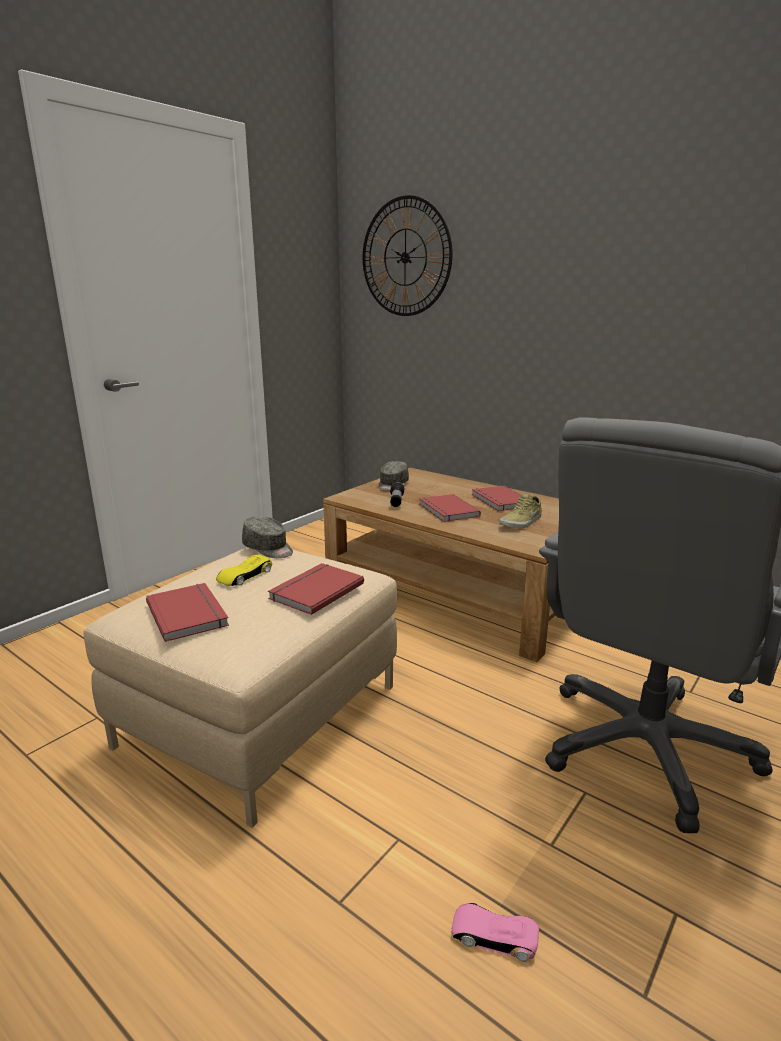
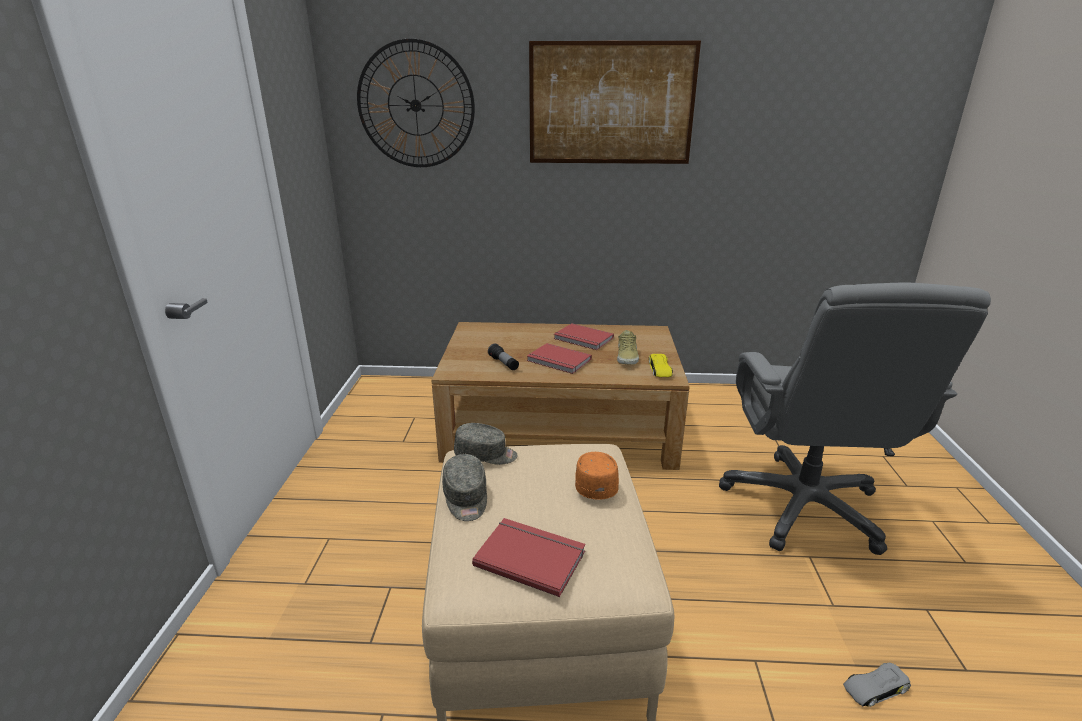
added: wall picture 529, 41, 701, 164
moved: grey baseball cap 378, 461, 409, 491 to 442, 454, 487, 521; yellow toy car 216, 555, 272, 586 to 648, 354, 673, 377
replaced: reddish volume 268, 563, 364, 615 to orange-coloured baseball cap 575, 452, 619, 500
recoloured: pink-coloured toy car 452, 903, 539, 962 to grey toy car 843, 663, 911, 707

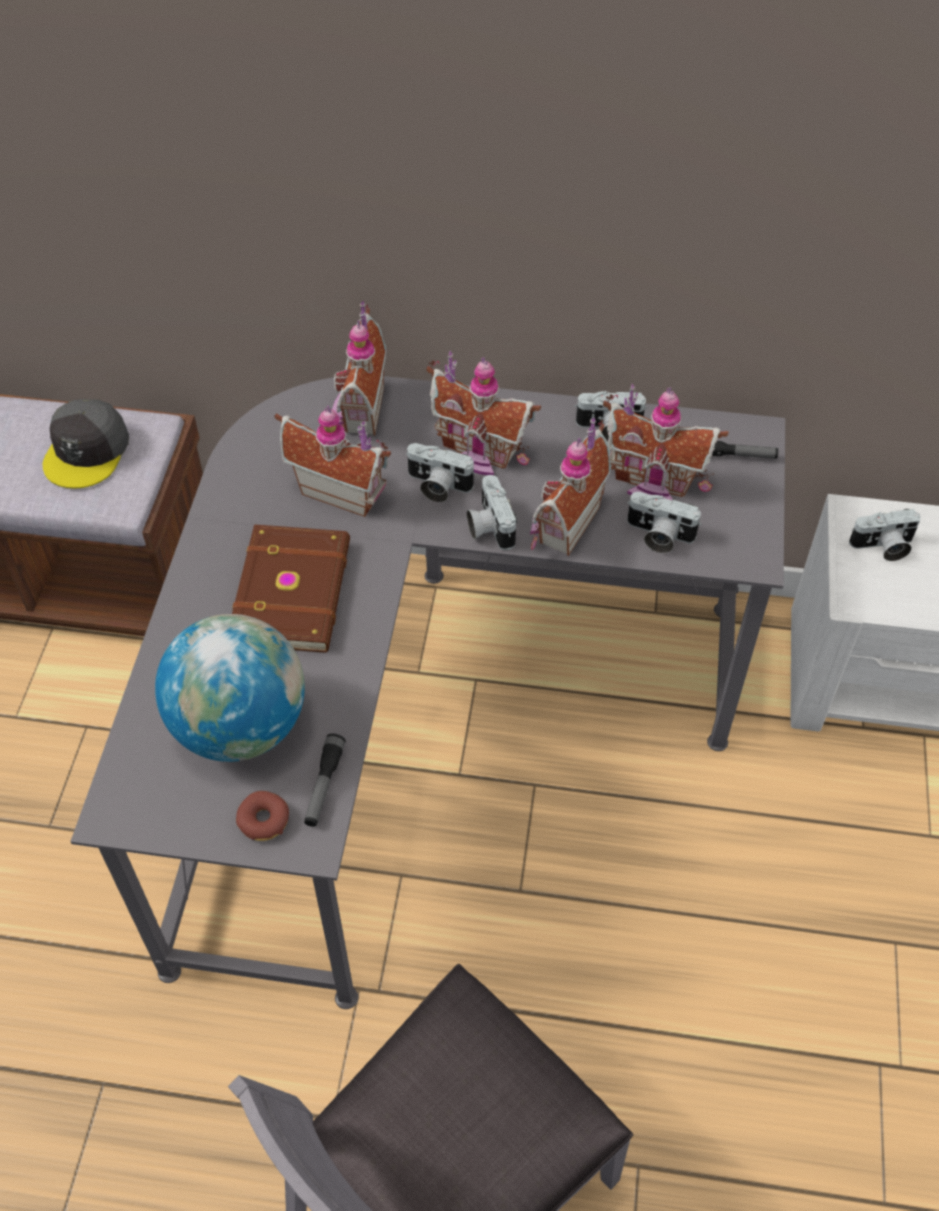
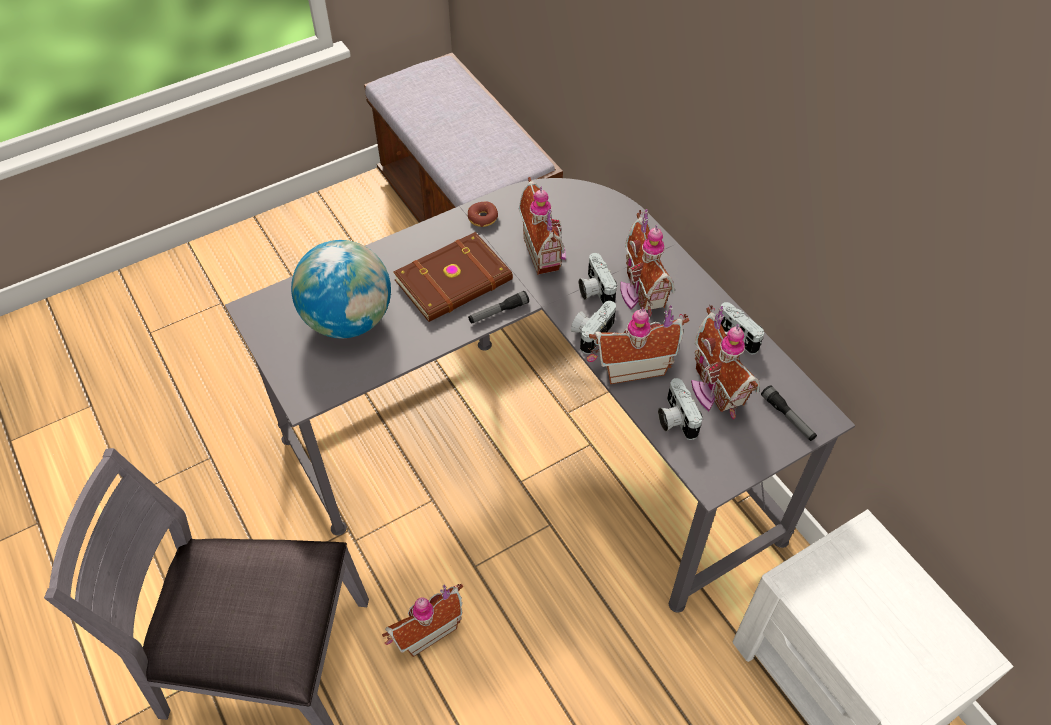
removed: grey baseball cap 43, 399, 129, 489; still camera 849, 509, 921, 561
moved: toy house 332, 301, 386, 436 to 382, 583, 463, 657; donut 236, 791, 289, 841 to 468, 201, 498, 227; flashlight 304, 733, 346, 827 to 468, 291, 529, 324

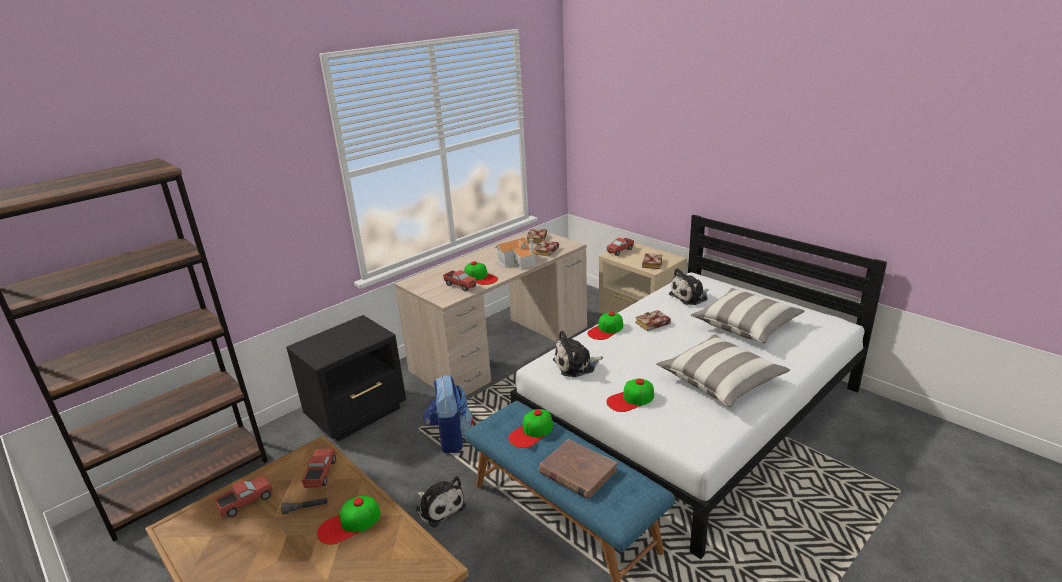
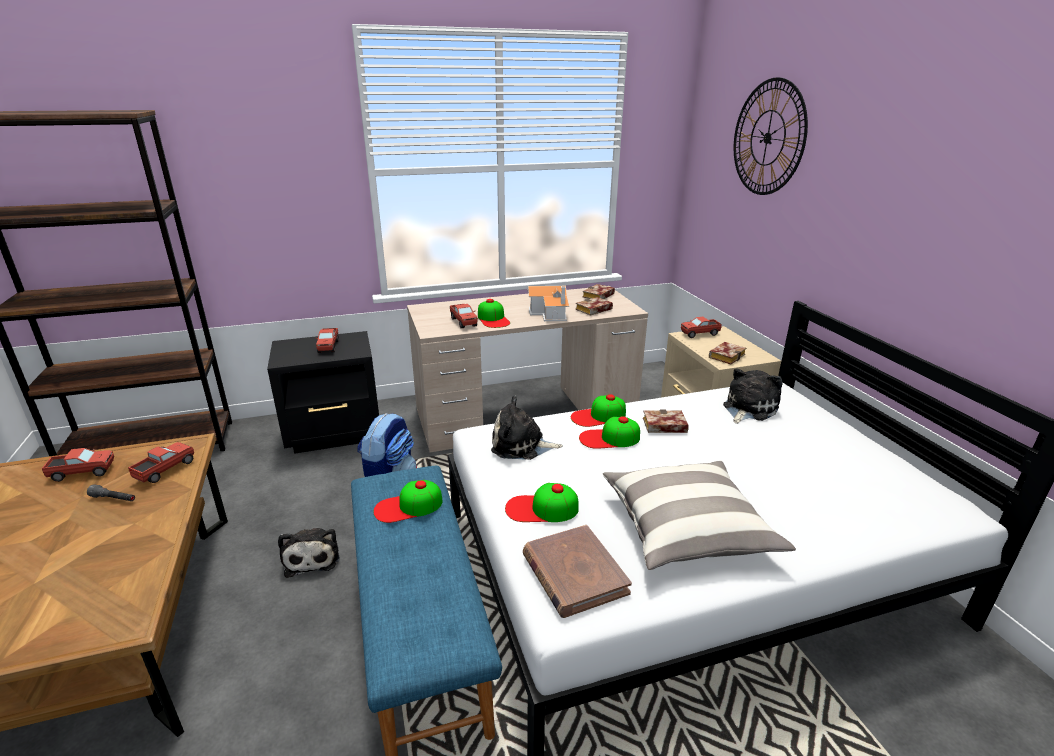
removed: pillow 690, 288, 805, 343
added: toy truck 316, 328, 339, 353; wall clock 734, 77, 808, 195
moved: brown-coloured volume 539, 439, 617, 499 to 523, 525, 632, 618; baseball cap 317, 496, 380, 545 to 579, 416, 640, 449
turned: plush toy 669, 268, 709, 305 = 723, 369, 782, 424 135 degrees clockwise

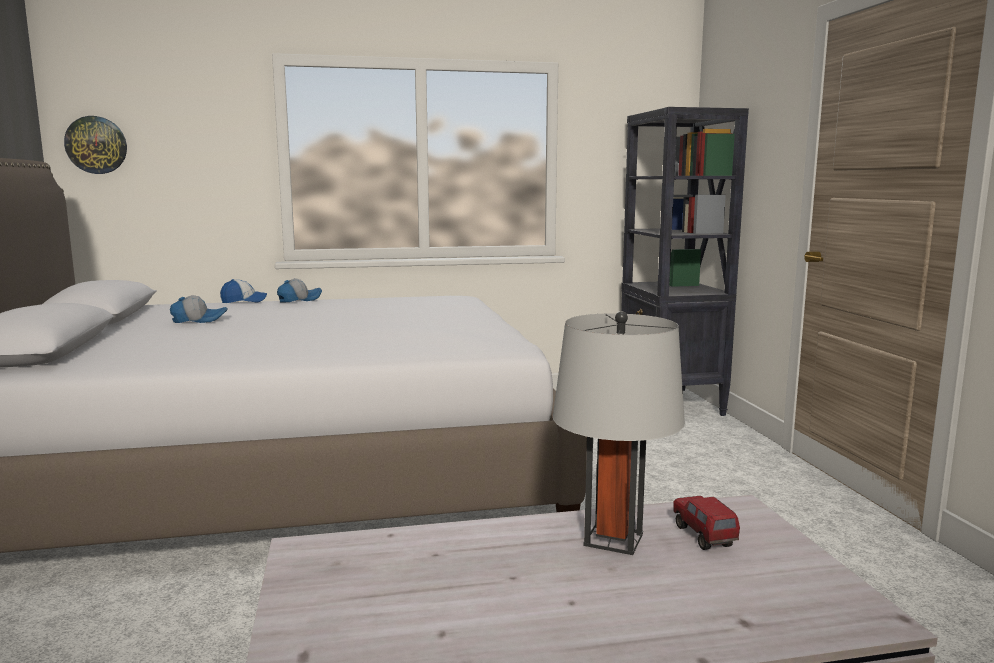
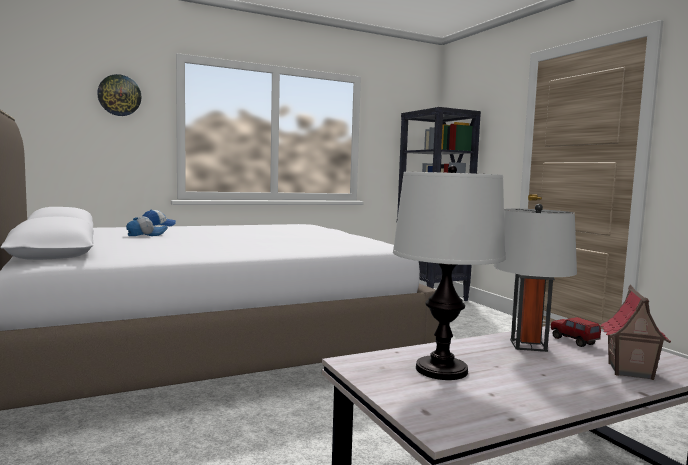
removed: baseball cap 277, 278, 322, 302
added: table lamp 393, 165, 505, 380; toy house 600, 285, 671, 380
moved: wall clock 64, 116, 127, 174 to 97, 74, 142, 116

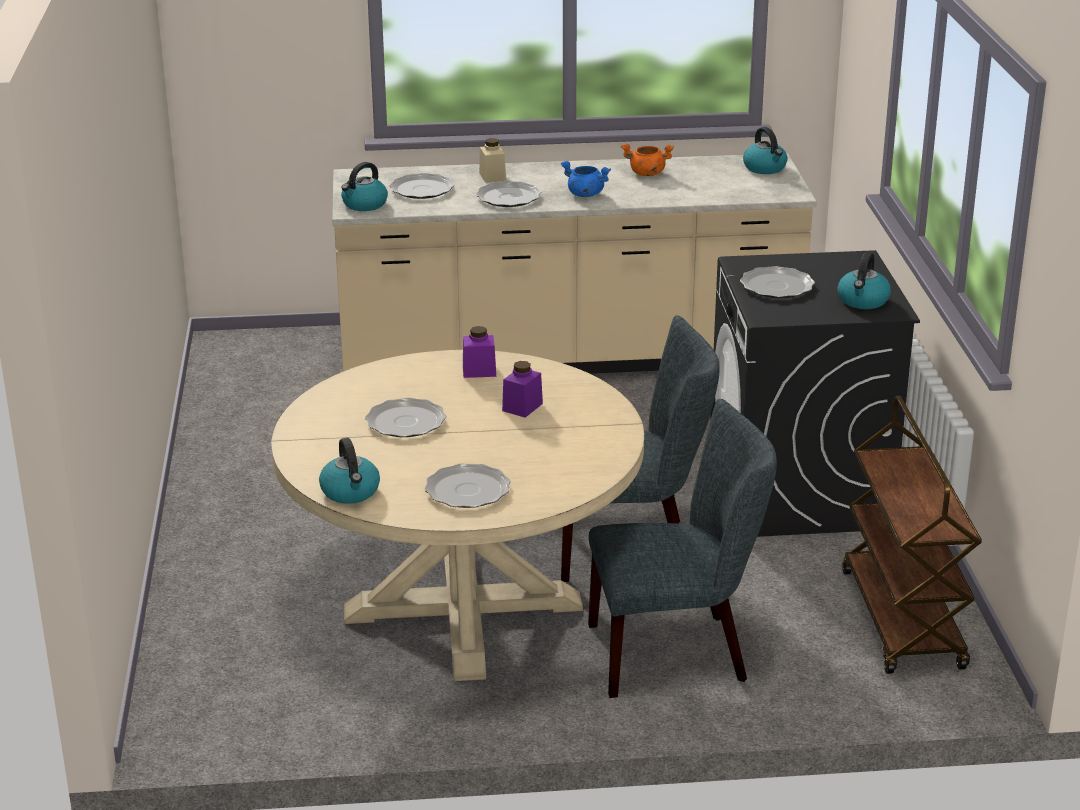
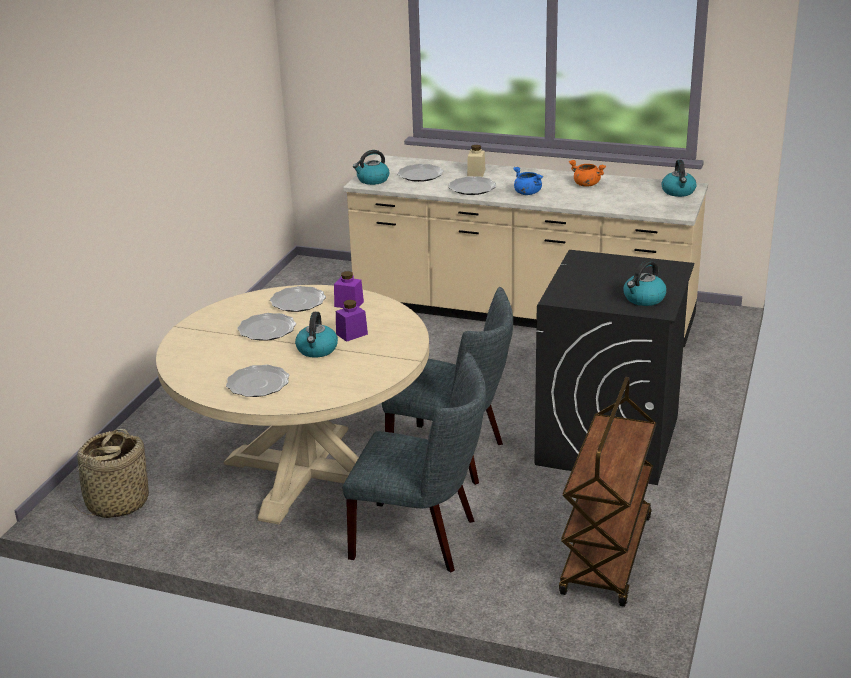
added: basket 72, 429, 149, 518
moved: dinner plate 740, 266, 815, 298 to 270, 286, 326, 312; kettle 319, 438, 380, 504 to 295, 312, 338, 358

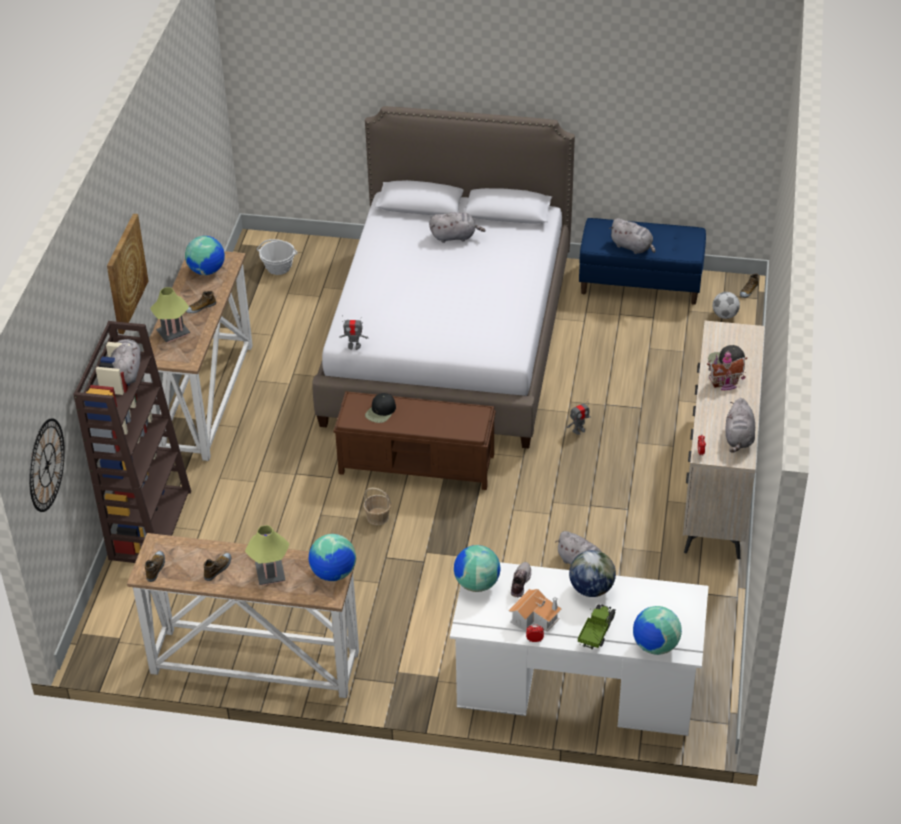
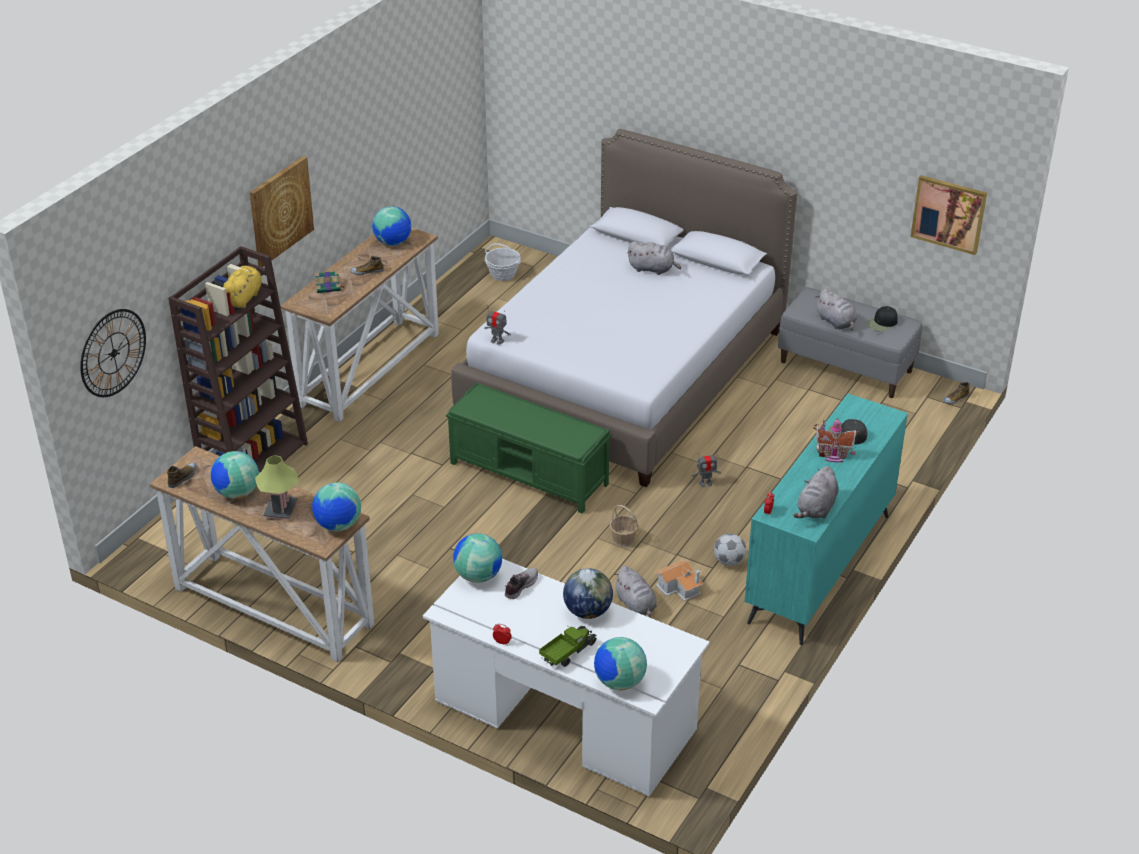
added: wall picture 911, 175, 987, 255
moved: basket 363, 488, 391, 525 to 610, 505, 639, 547; toy house 508, 589, 562, 632 to 655, 560, 704, 601; football ball 713, 292, 740, 319 to 714, 533, 746, 566; black-coloured baseball cap 365, 393, 396, 423 to 866, 306, 898, 331
replaced: low shoe 203, 553, 231, 581 to globe 211, 451, 259, 499; table lamp 150, 287, 190, 343 to volume 315, 271, 345, 293
recoloured: grey plush toy 111, 339, 141, 384 to yellow plush toy 223, 266, 263, 308; brown-coloured long seat 333, 391, 496, 490 to green long seat 446, 383, 612, 514; sand-coloured chest of drawers 683, 321, 765, 559 to blue-green chest of drawers 745, 394, 908, 645; blue-coloured long seat 579, 218, 706, 305 to grey long seat 778, 287, 922, 398

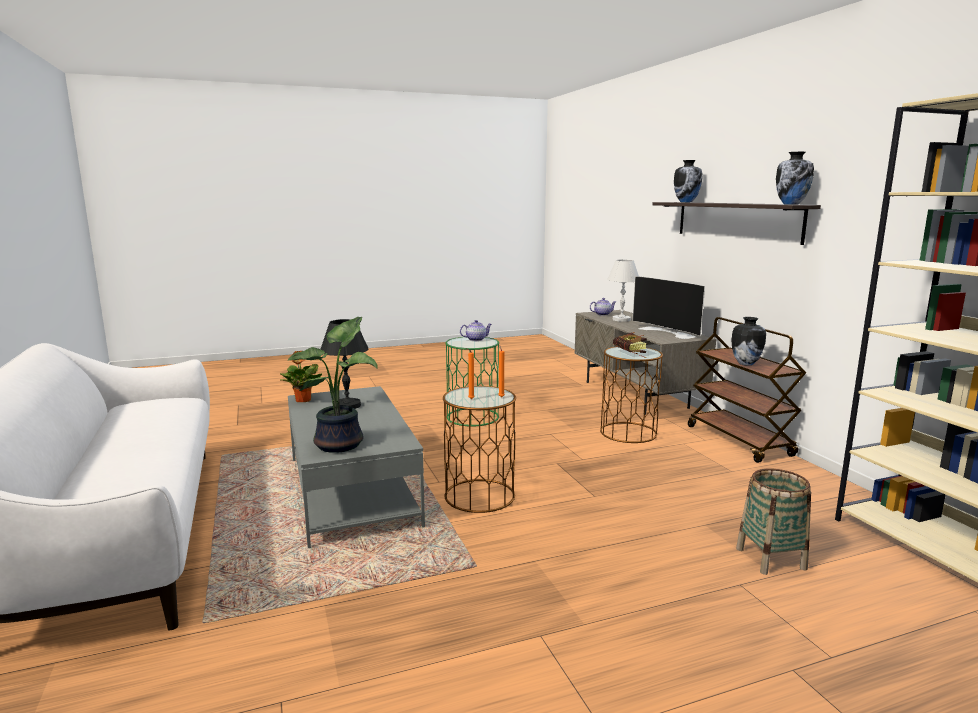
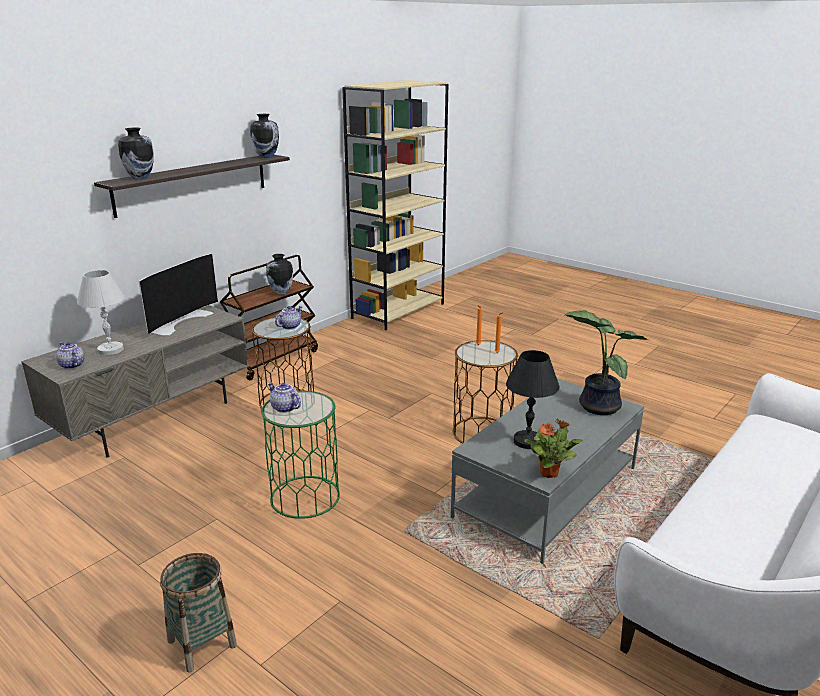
moved: basket 736, 469, 811, 575 to 160, 553, 237, 672
replaced: volume 613, 332, 647, 358 to pot for tea 275, 306, 303, 329

